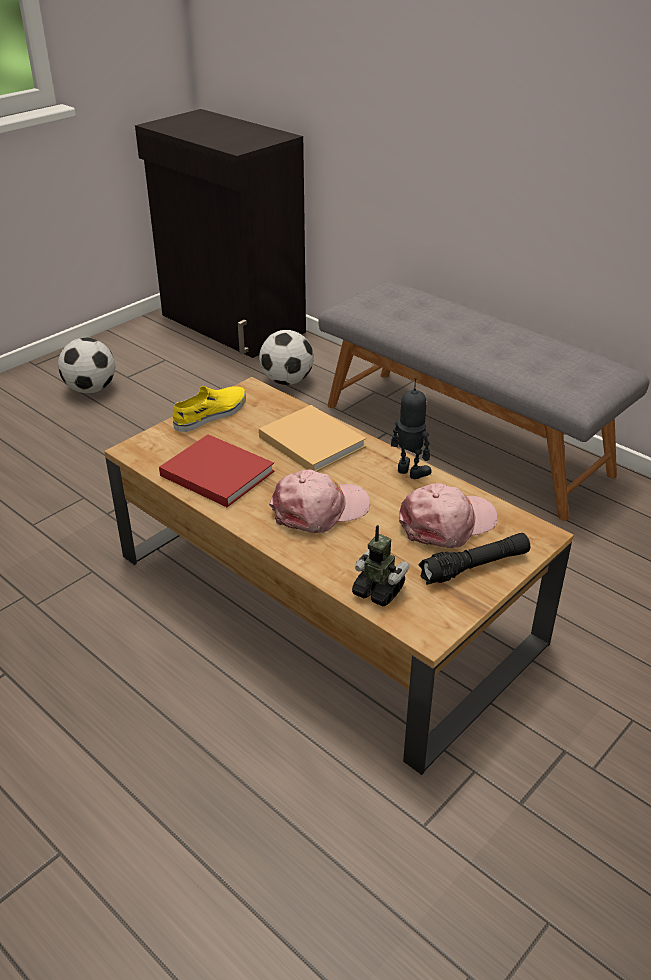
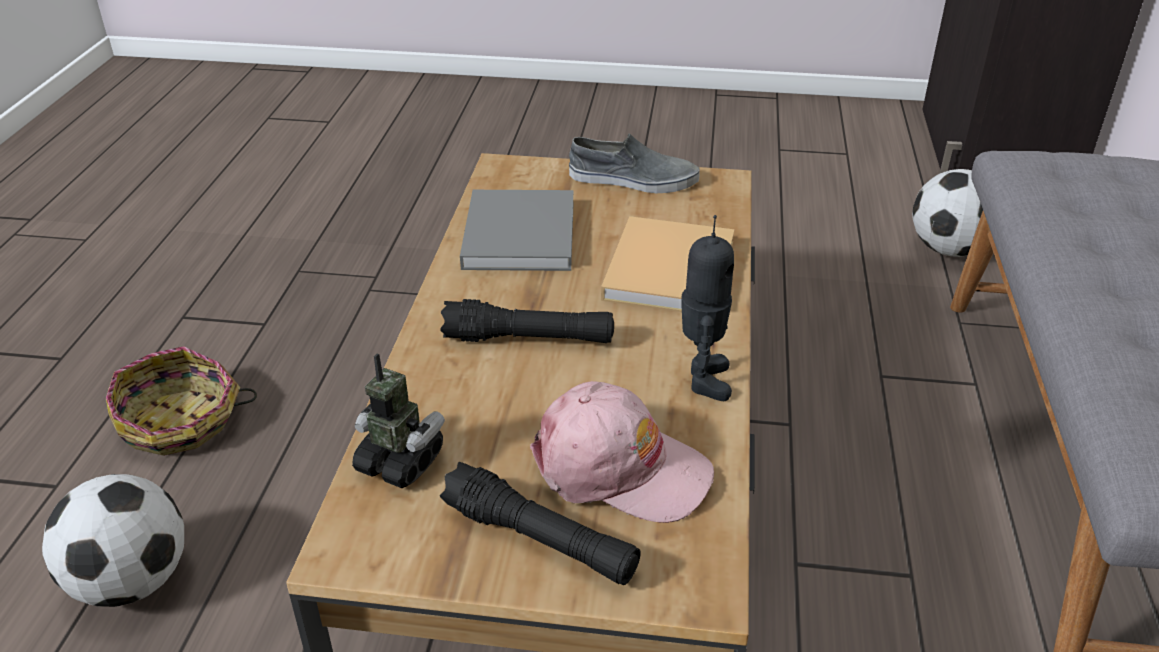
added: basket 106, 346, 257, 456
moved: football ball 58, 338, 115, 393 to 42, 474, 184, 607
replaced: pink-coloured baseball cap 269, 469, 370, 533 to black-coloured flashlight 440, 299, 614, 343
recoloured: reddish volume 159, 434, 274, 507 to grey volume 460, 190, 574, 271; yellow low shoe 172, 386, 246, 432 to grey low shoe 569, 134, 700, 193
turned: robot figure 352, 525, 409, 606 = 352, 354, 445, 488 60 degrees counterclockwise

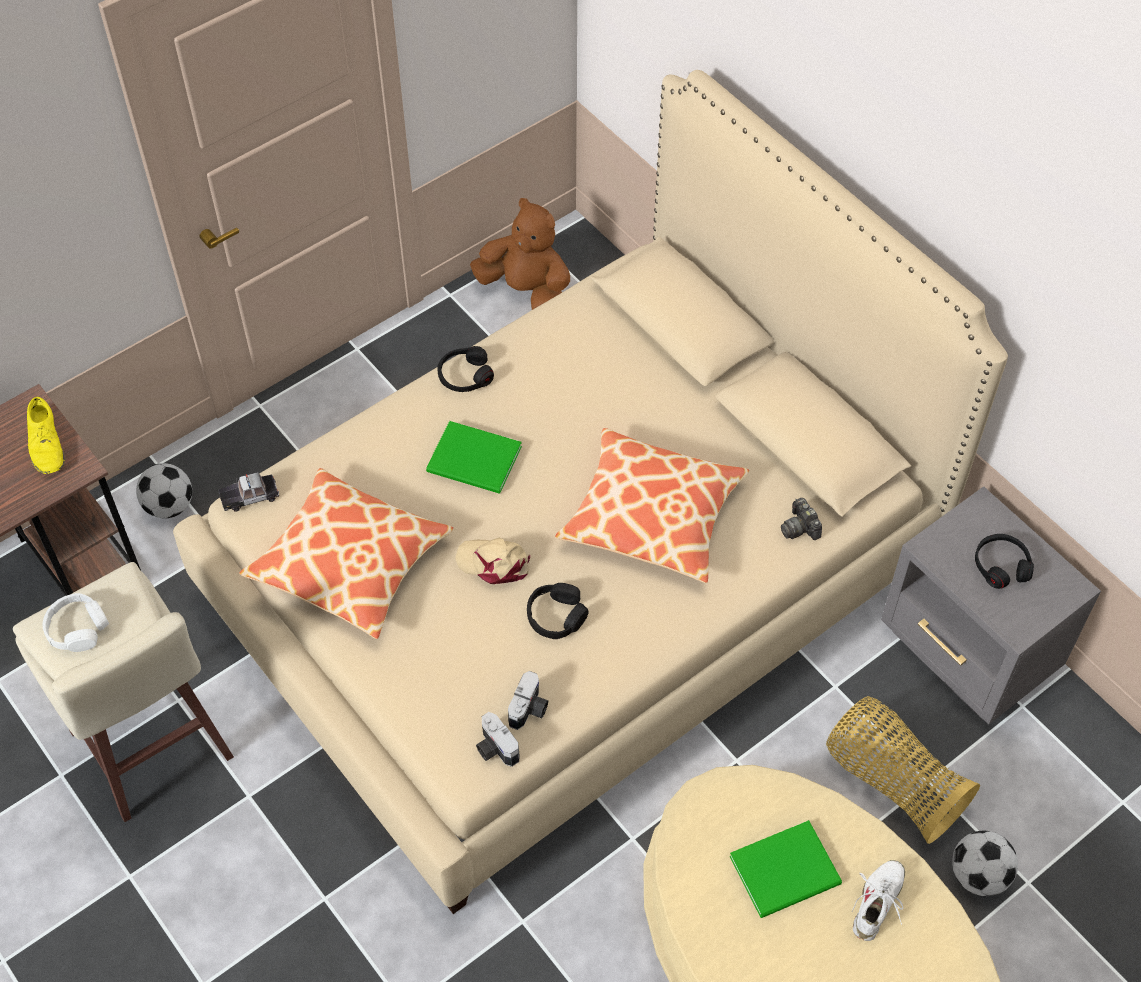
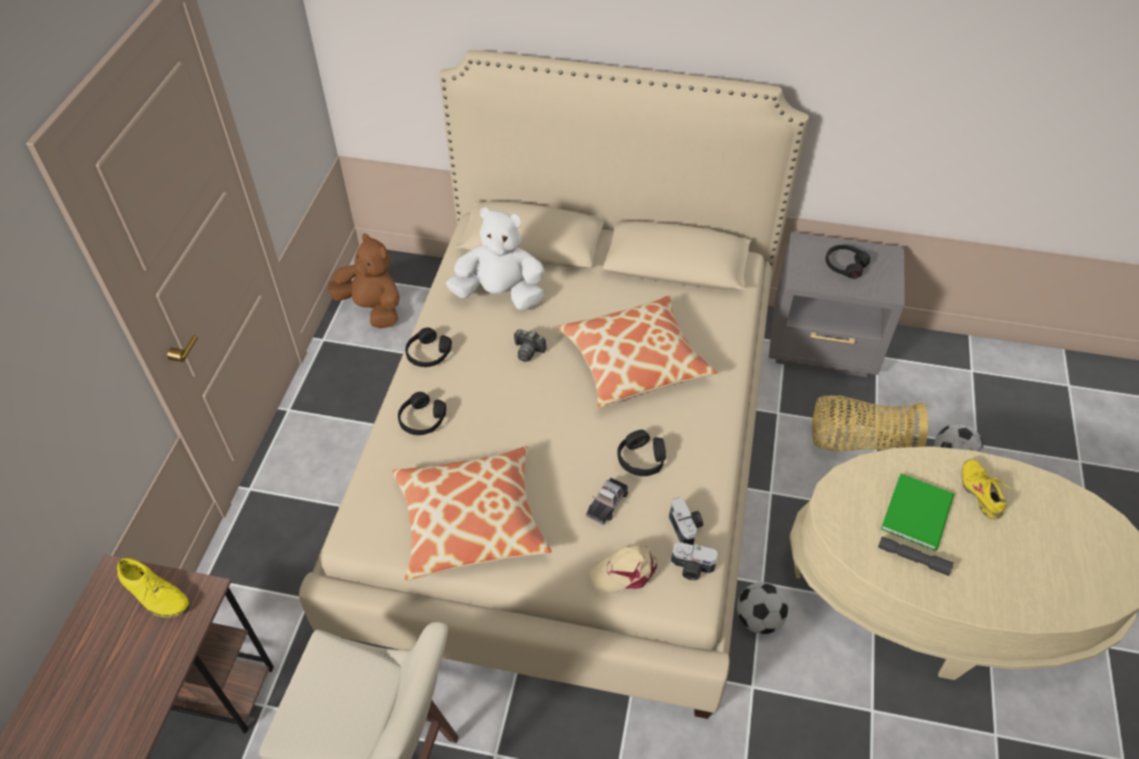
removed: whitish headphones 42, 593, 109, 652; green volume 426, 421, 522, 494
added: black-coloured headphones 398, 392, 446, 435; whitish plush toy 446, 207, 545, 310; grey flashlight 878, 536, 954, 576
moved: still camera 781, 498, 822, 540 to 514, 329, 547, 362; toy car 218, 472, 279, 512 to 586, 478, 629, 525; sand-coloured baseball cap 455, 538, 530, 584 to 590, 543, 657, 594; football ball 136, 463, 192, 518 to 737, 582, 789, 634
recoloured: whitish low shoe 852, 860, 905, 941 to yellow low shoe 961, 459, 1012, 519
turned: brown-coloured plush toy 470, 198, 570, 310 = 328, 233, 400, 328 45 degrees clockwise

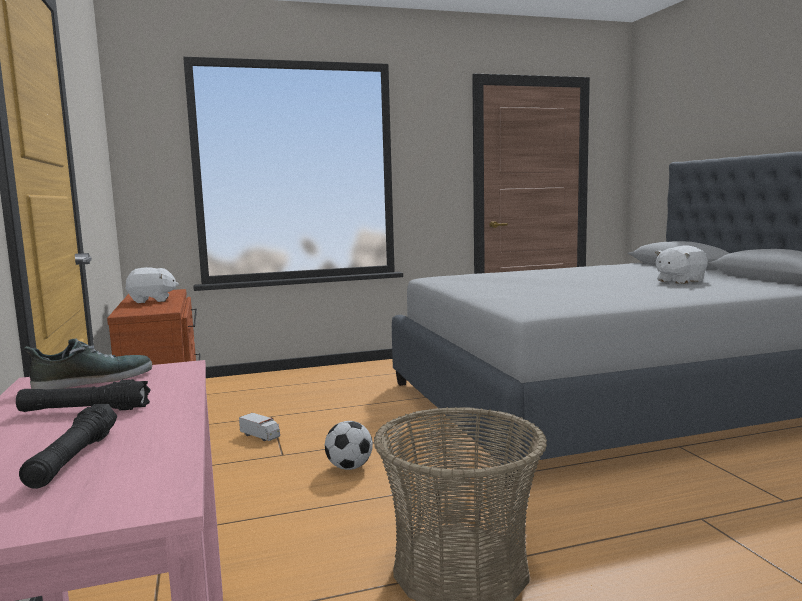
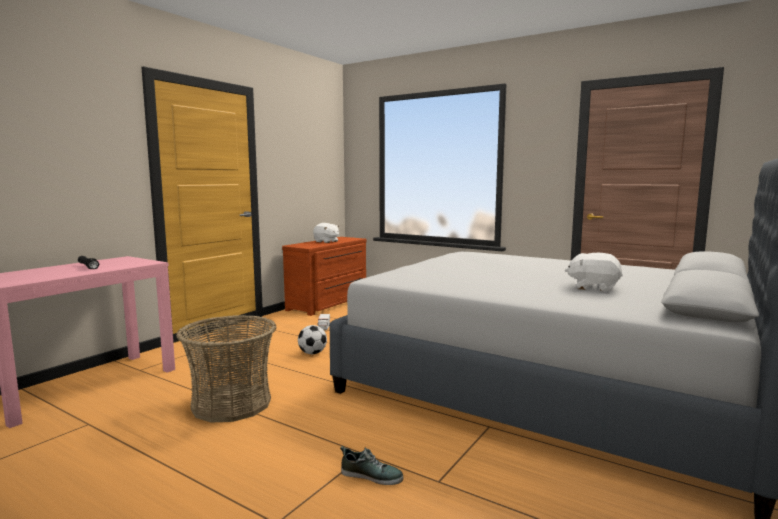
removed: black-coloured flashlight 19, 404, 117, 489
moved: low shoe 24, 338, 152, 390 to 340, 446, 404, 485

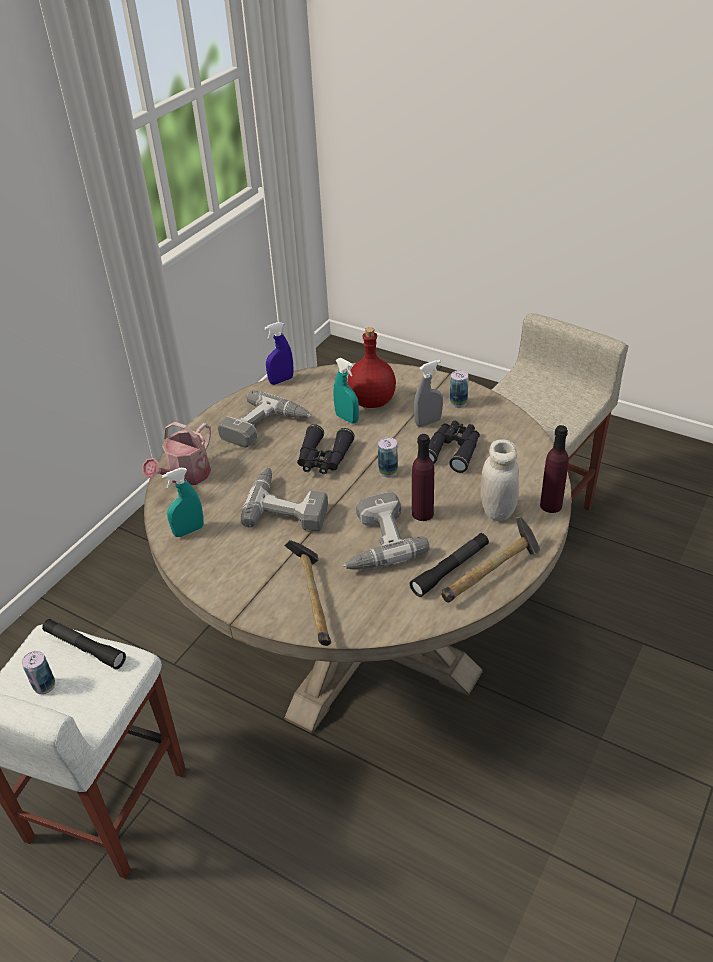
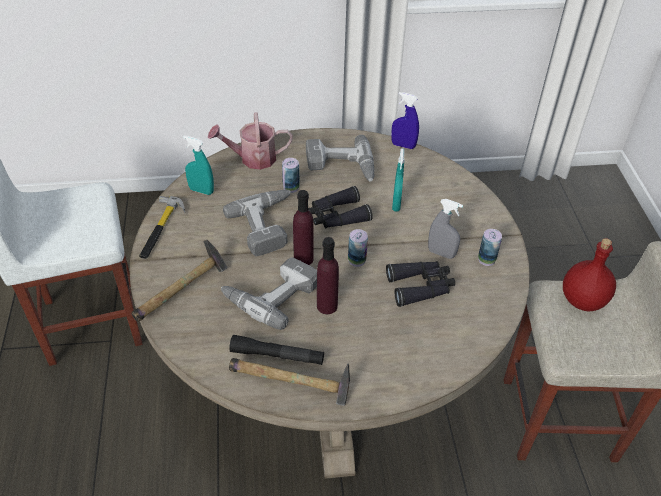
removed: black-coloured flashlight 42, 619, 126, 669; whitish storage jar 481, 439, 519, 521
added: hand hammer 139, 196, 186, 259
moved: metal can 22, 651, 55, 695 to 282, 158, 300, 193; purplish bottle 540, 425, 569, 513 to 293, 190, 314, 265; reddish bottle 347, 327, 396, 408 to 563, 238, 616, 311

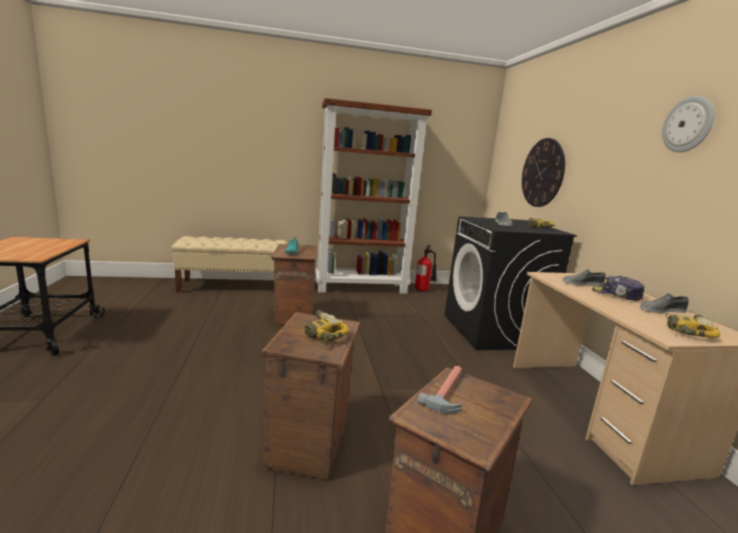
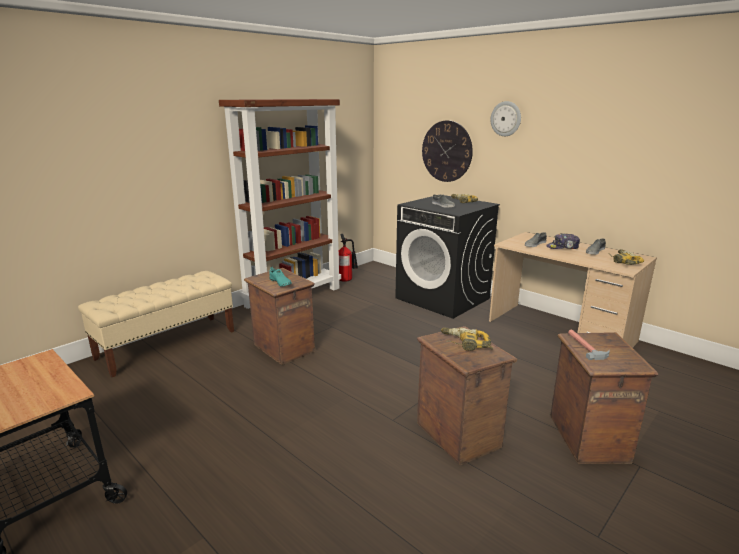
moved: wall clock 662, 96, 714, 152 to 491, 101, 521, 136

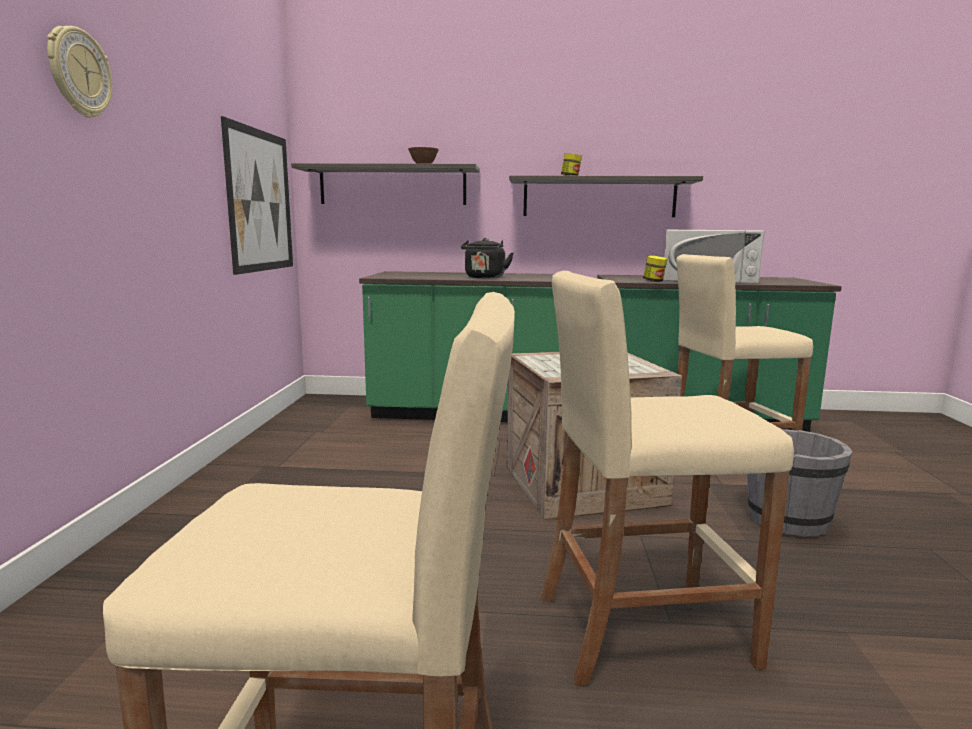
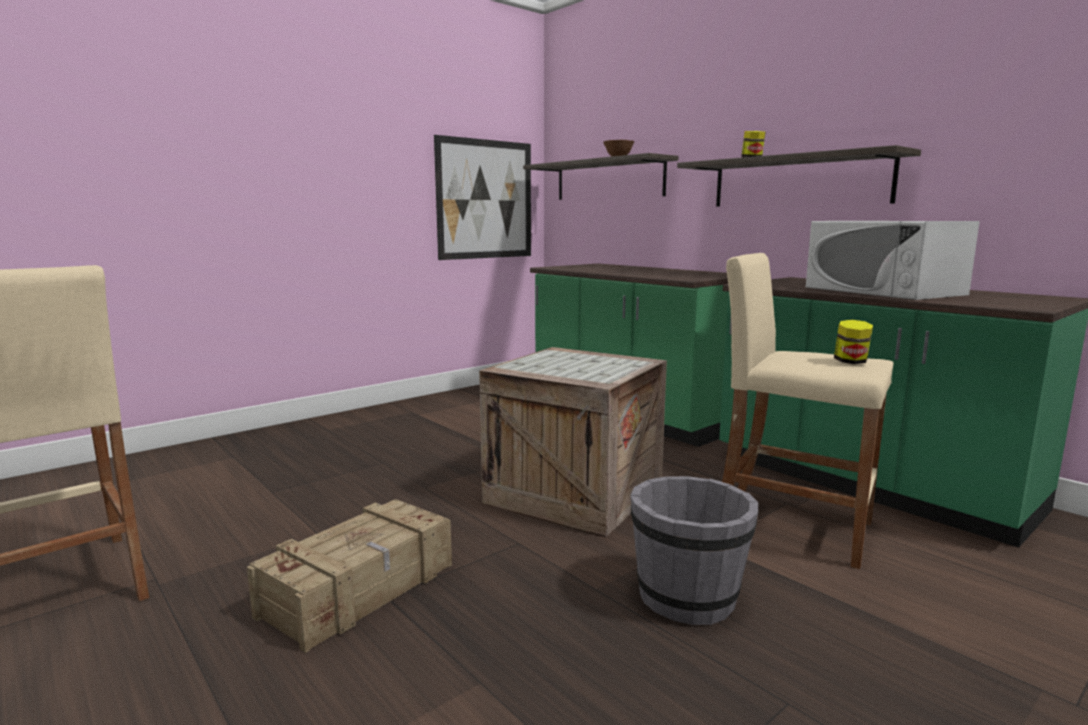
removed: wall clock 47, 26, 112, 118; black-coloured kettle 461, 238, 513, 278
moved: storage jar 643, 256, 667, 282 to 834, 320, 873, 364
replaced: sand-coloured stool seat 541, 271, 794, 686 to crate 247, 499, 452, 653

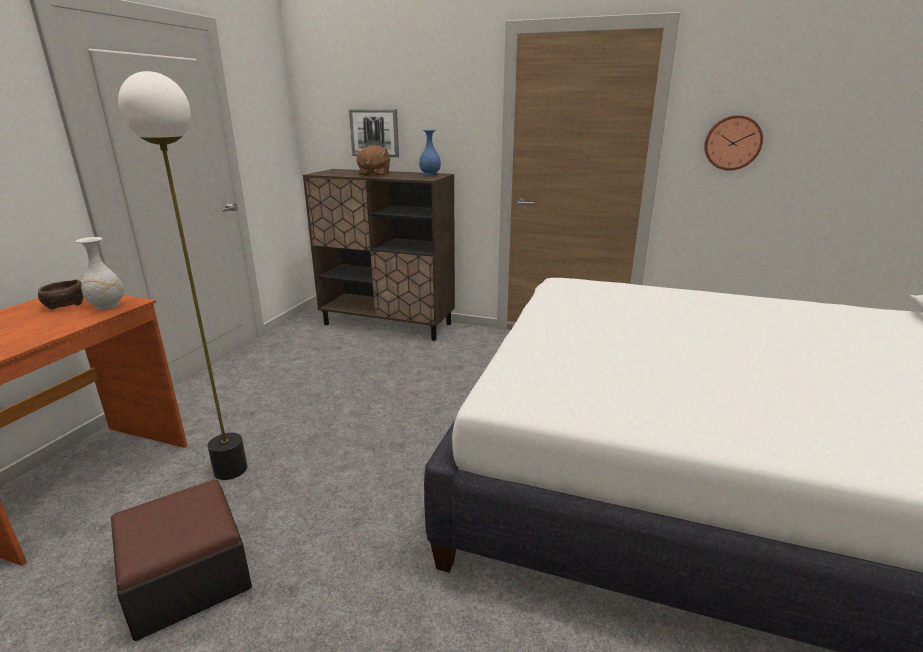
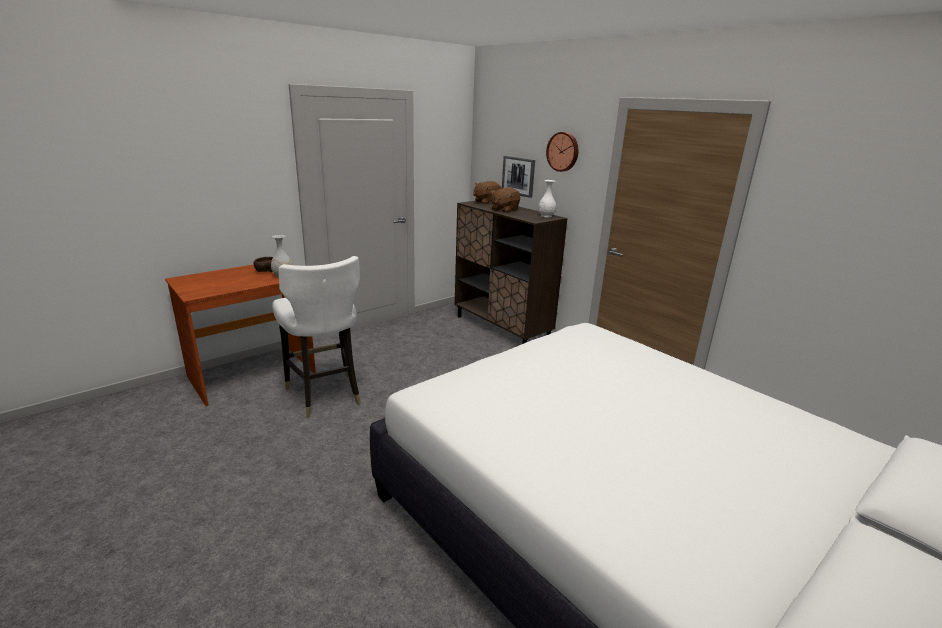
removed: footrest 111, 480, 252, 641
added: brown-coloured plush toy 473, 181, 502, 204
moved: wall clock 704, 115, 763, 171 to 546, 132, 578, 172
replaced: standard lamp 118, 71, 247, 480 to whitish chair 272, 256, 361, 418
recoloured: blue-coloured decorative vase 419, 130, 441, 176 to whitish decorative vase 538, 180, 556, 217

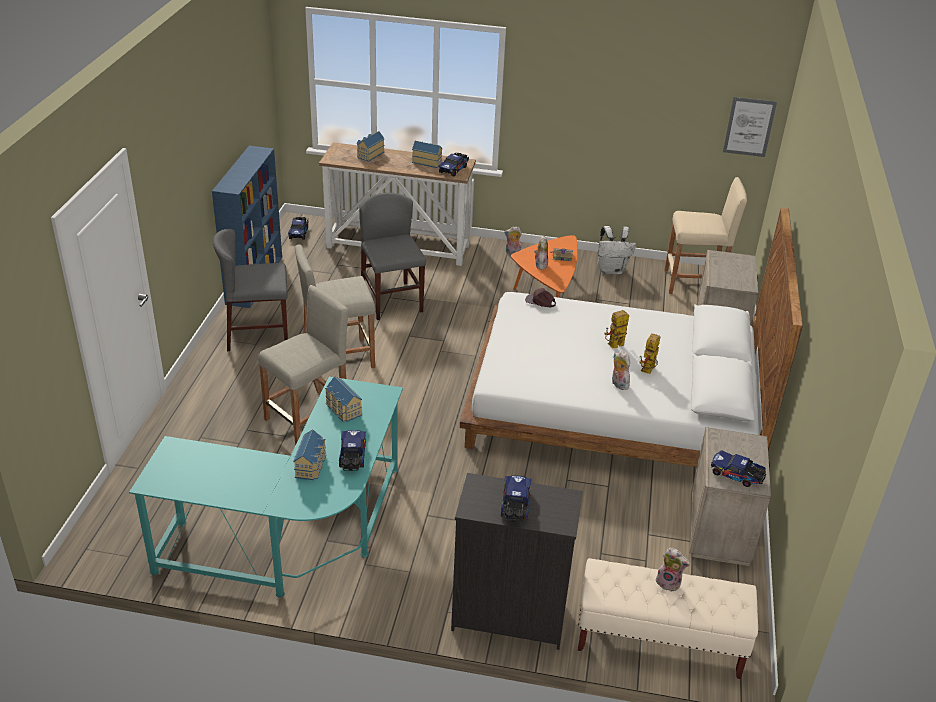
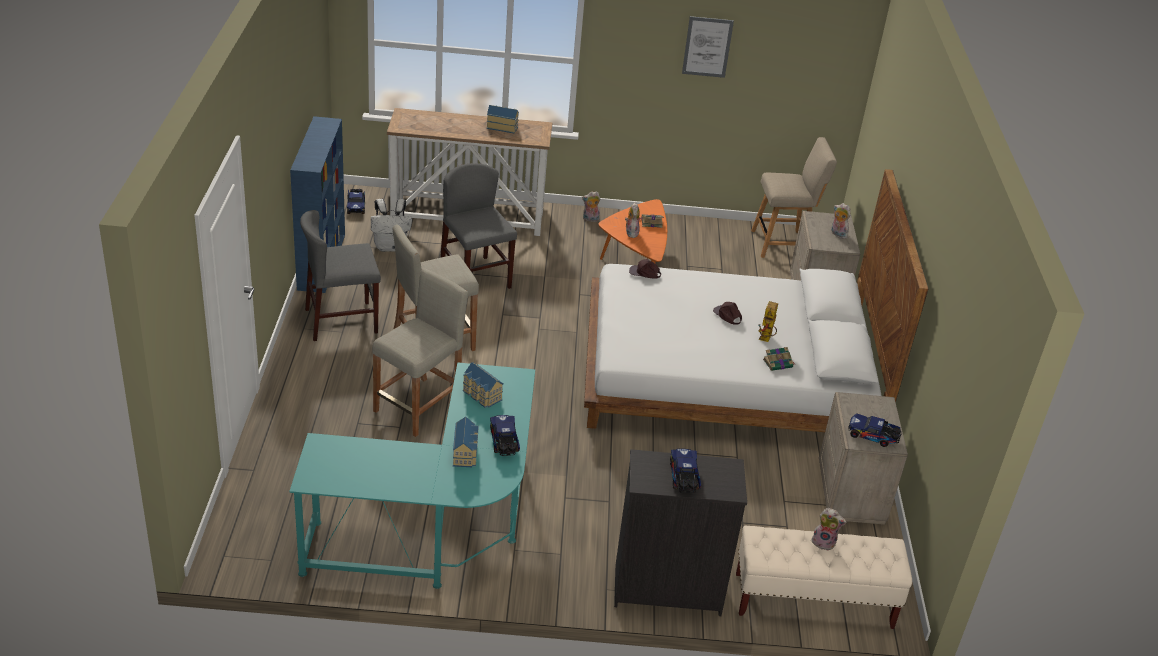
removed: toy house 357, 131, 385, 162; toy truck 438, 153, 469, 176
added: volume 763, 347, 794, 371
moved: whitish rucksack 598, 226, 636, 274 to 371, 198, 412, 252; wall picture 723, 97, 777, 157 to 682, 16, 734, 78; plush toy 612, 351, 630, 390 to 831, 203, 851, 239
replaced: robot figure 604, 310, 629, 348 to brown-coloured baseball cap 713, 302, 742, 325; sand-coloured stool seat 664, 177, 747, 294 to sand-coloured chair 751, 137, 837, 258

